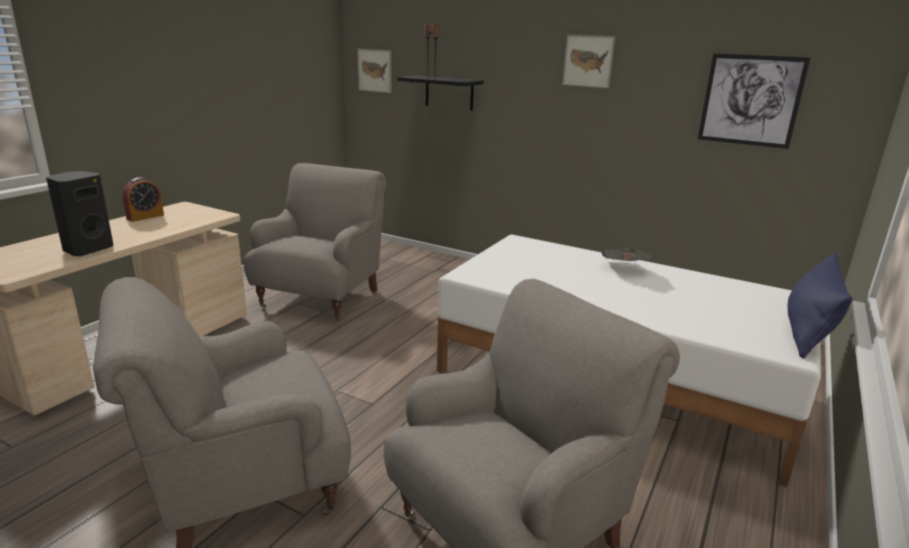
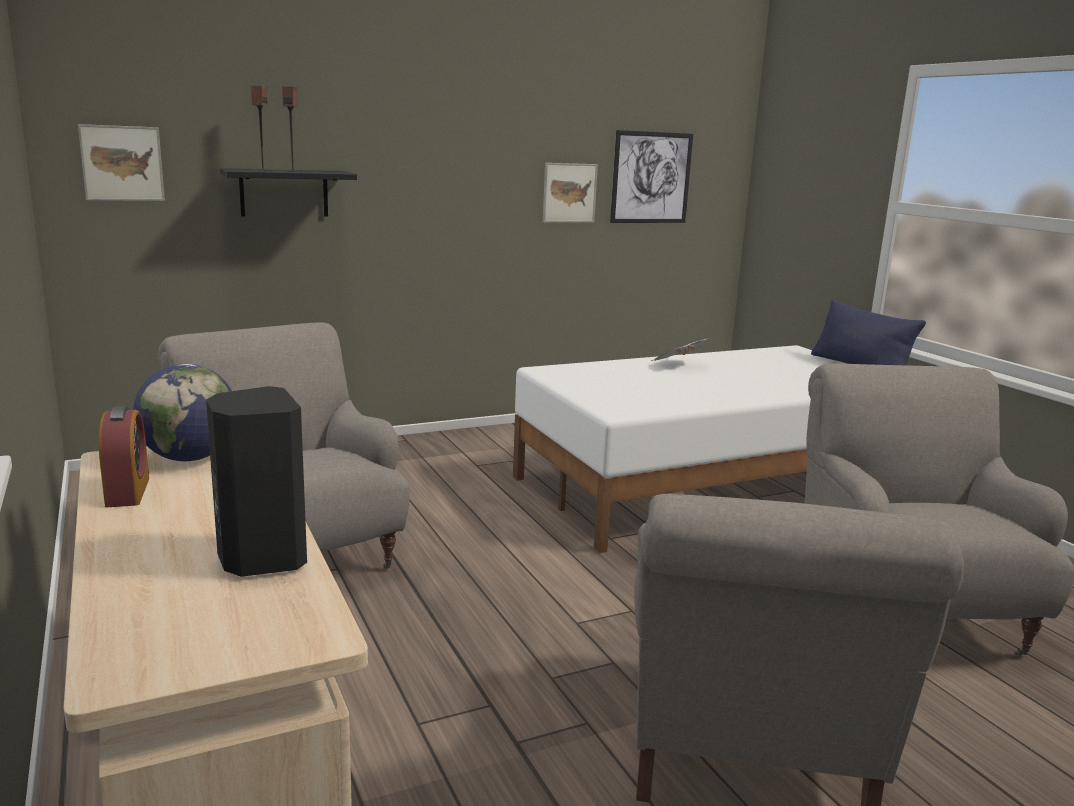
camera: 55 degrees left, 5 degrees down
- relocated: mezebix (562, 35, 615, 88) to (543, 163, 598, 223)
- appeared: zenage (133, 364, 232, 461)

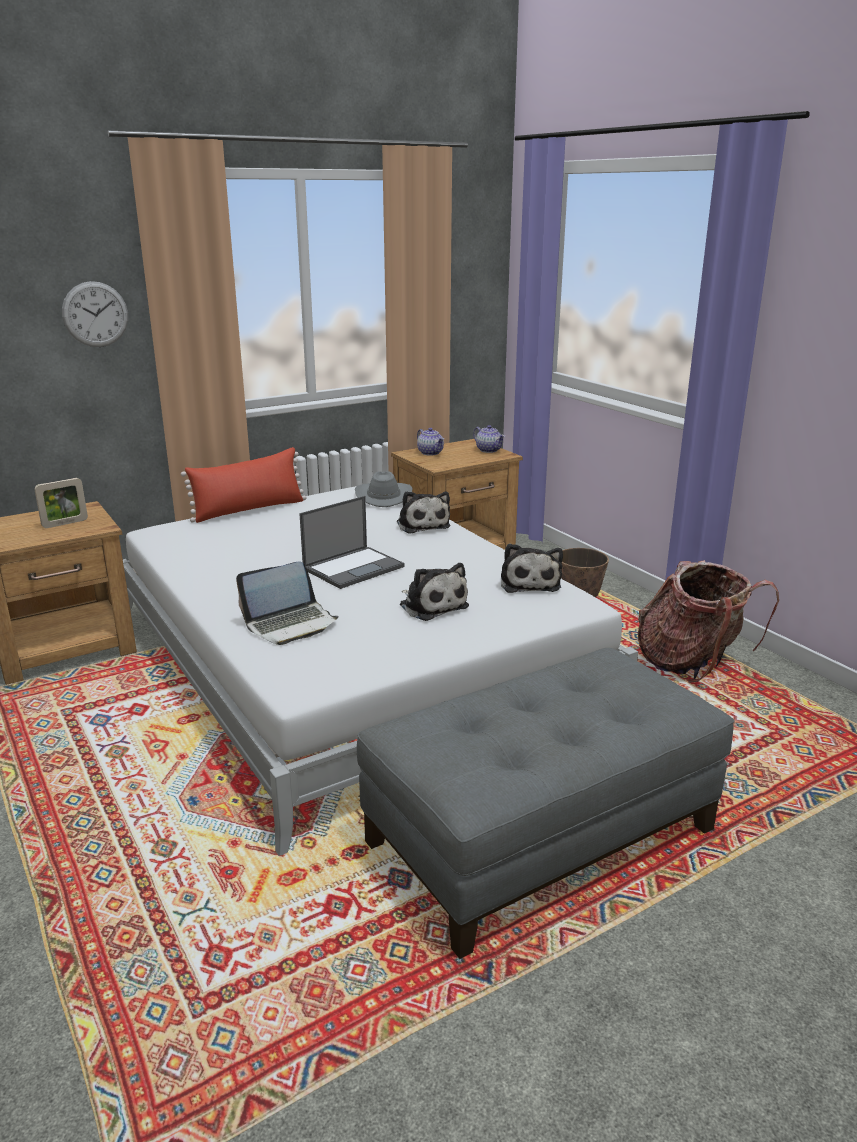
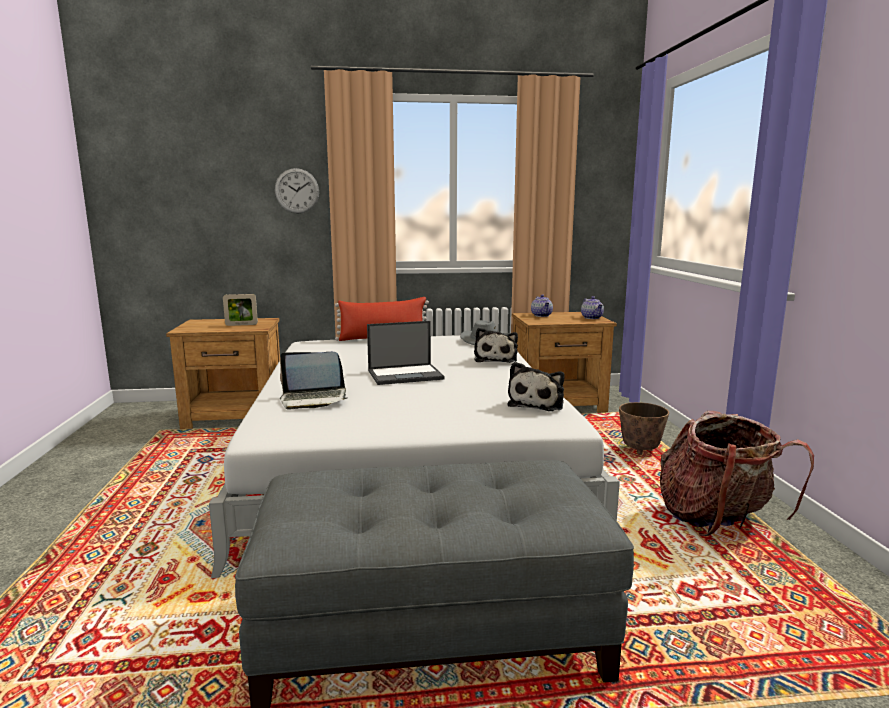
camera: 25 degrees right, 10 degrees down
- missing: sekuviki (400, 563, 469, 621)

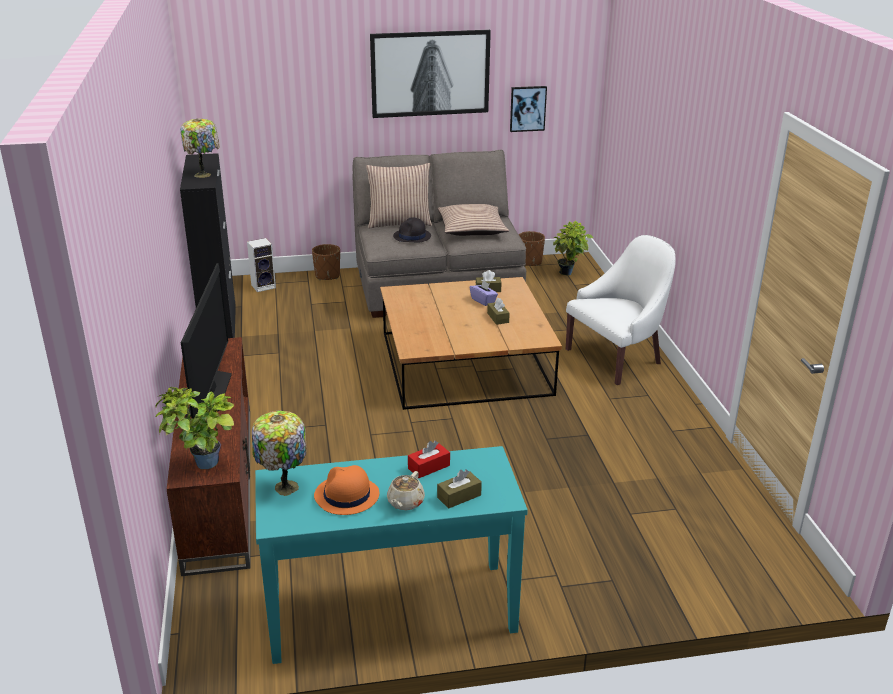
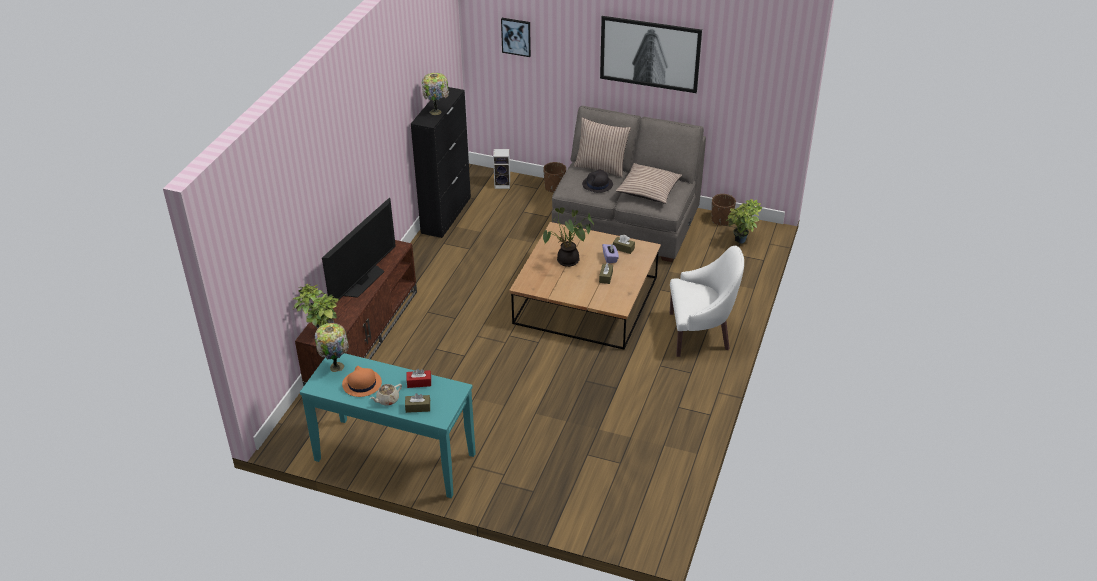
camera: 30 degrees right, 10 degrees up
- relocated: mezebix (510, 86, 547, 132) to (501, 18, 531, 57)
- appeared: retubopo (543, 207, 594, 267)

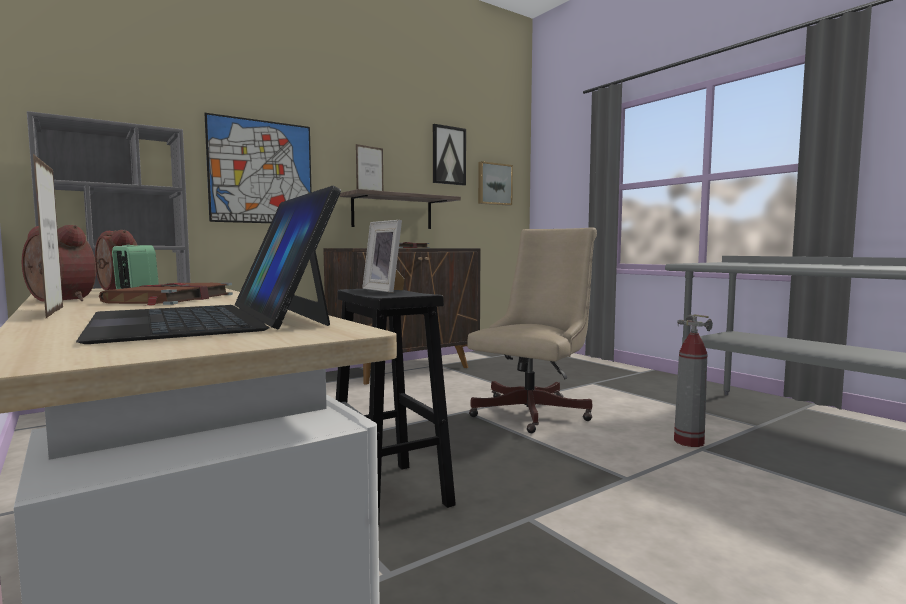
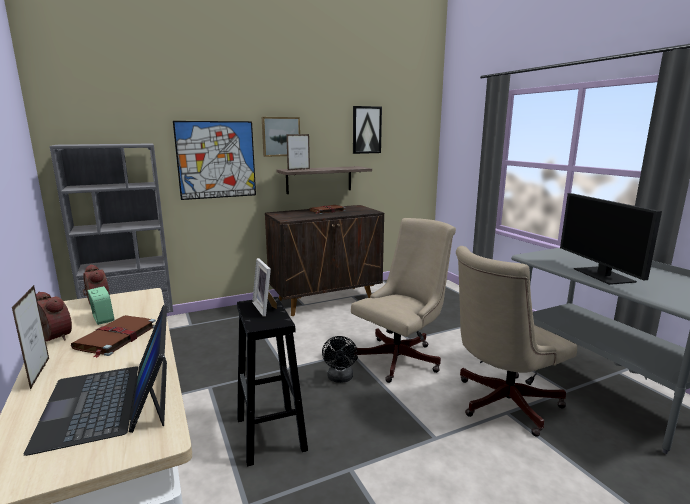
camera: 10 degrees right, 10 degrees up
- relocated: mezebix (478, 161, 513, 206) to (262, 117, 300, 157)
- exchanged: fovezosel (674, 314, 713, 447) to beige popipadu (456, 246, 577, 437)
- appeared: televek (560, 193, 662, 285)
- appeared: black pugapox (322, 336, 358, 383)

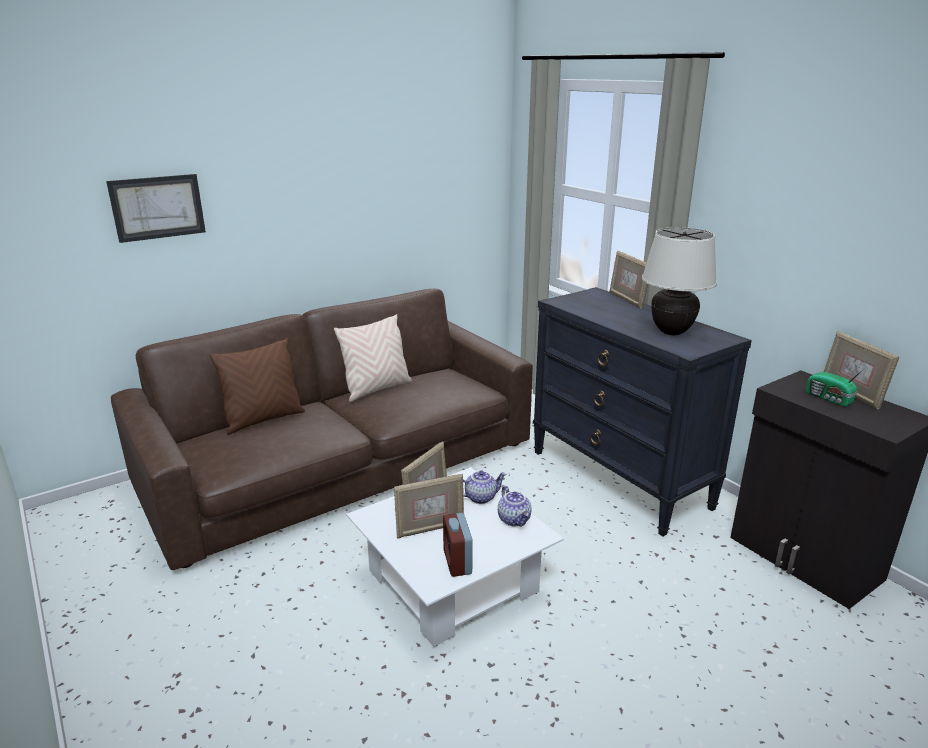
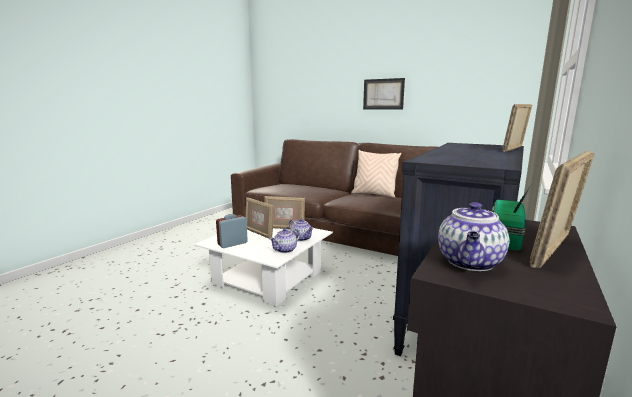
camera: 65 degrees right, 10 degrees down
- relocated: mezebix (106, 174, 206, 243) to (363, 78, 405, 110)
- missing: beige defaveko (642, 227, 717, 336)
- missing: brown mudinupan (209, 338, 305, 435)
- appeared: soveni (438, 202, 509, 271)

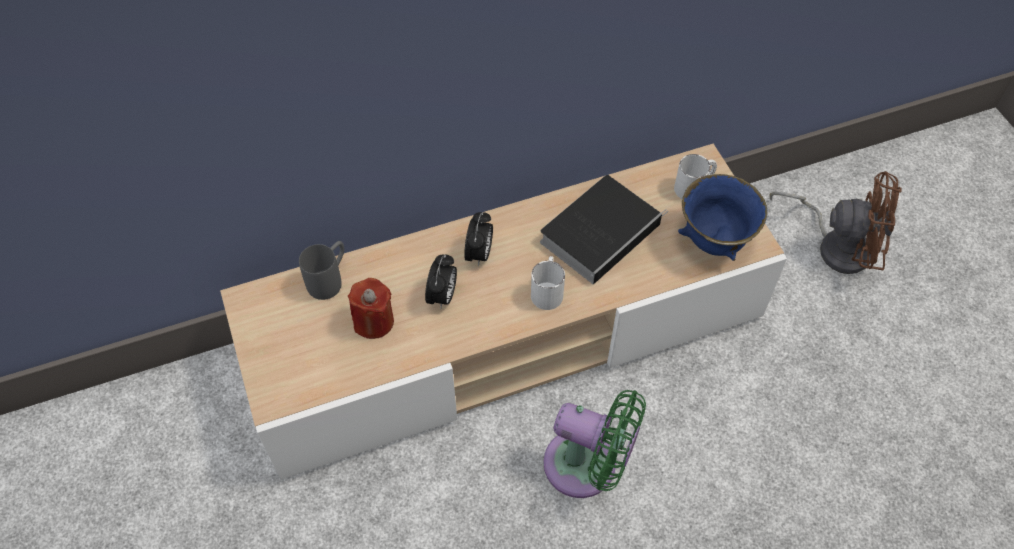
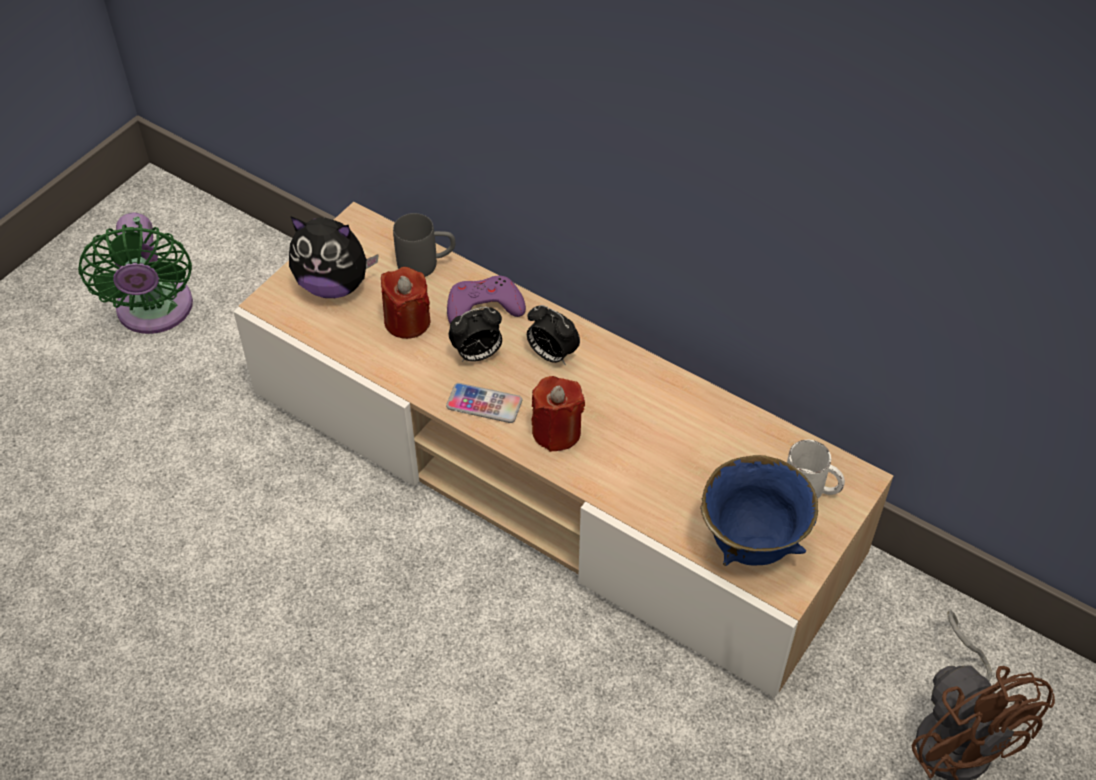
camera: 55 degrees right, 5 degrees down
- missing: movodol (540, 175, 668, 285)
- spun: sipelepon (464, 212, 493, 267) = (527, 305, 580, 365) 60 degrees clockwise
- exchanged: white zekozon (531, 256, 565, 310) to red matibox (532, 376, 585, 452)
- relocated: green pugapox (543, 390, 646, 498) to (78, 213, 193, 334)
- appeared: sekuviki (289, 216, 379, 298)
- appeared: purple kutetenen (447, 276, 526, 324)
- appeared: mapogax (446, 383, 522, 423)

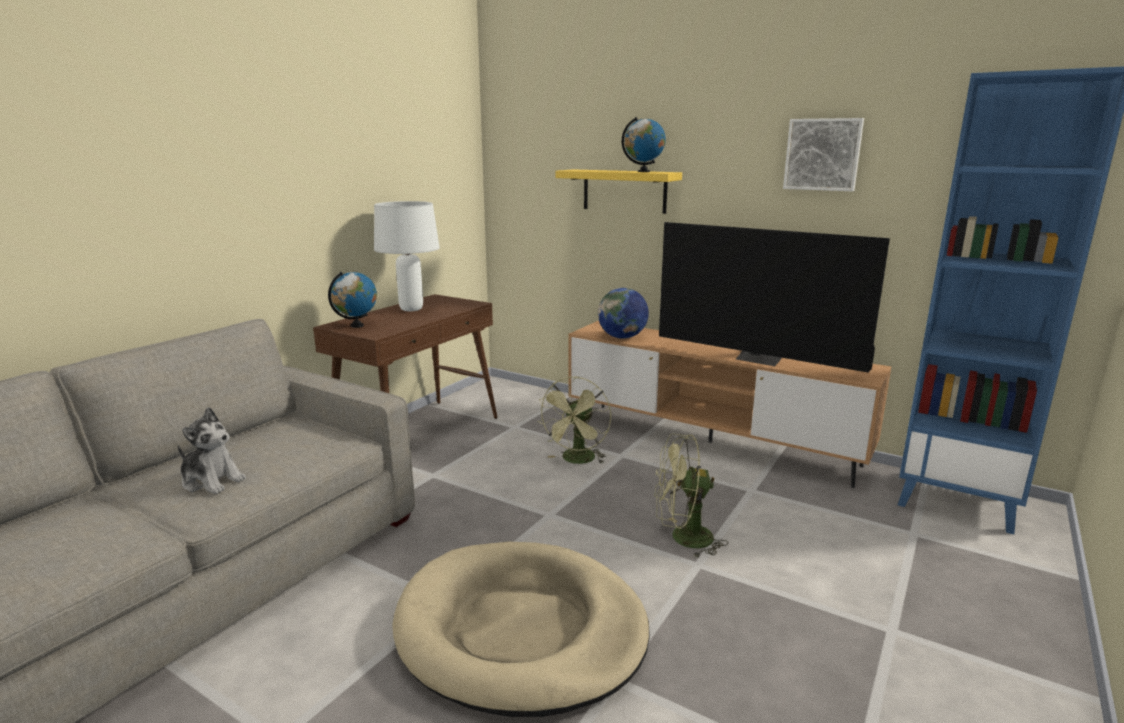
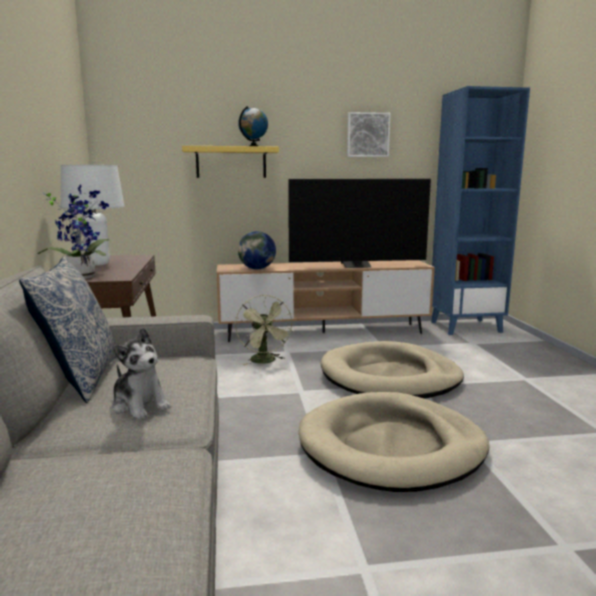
camera: 40 degrees left, 5 degrees down
- exchanged: zenage (328, 272, 377, 328) to retubopo (38, 185, 110, 279)
- spun: sekuviki (178, 407, 246, 494) = (112, 328, 171, 420) 60 degrees clockwise
- exchanged: green pugapox (654, 433, 728, 558) to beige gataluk (320, 341, 464, 399)
- appeared: mudinupan (19, 256, 117, 403)

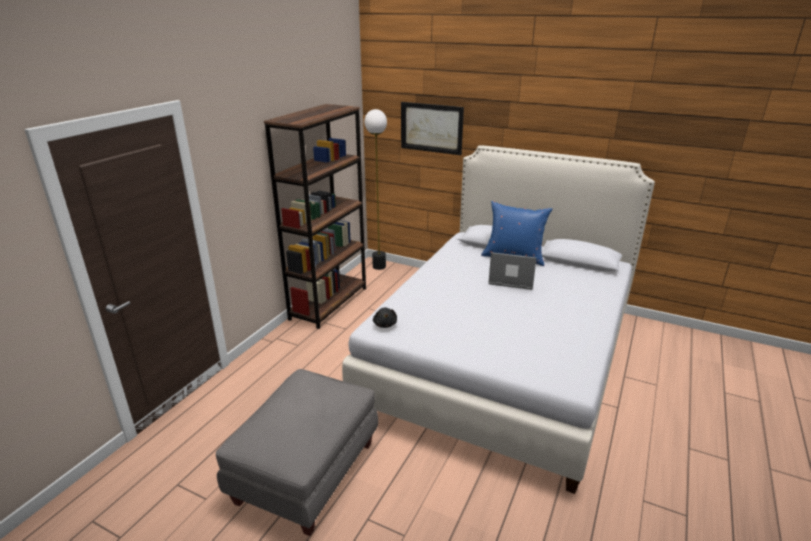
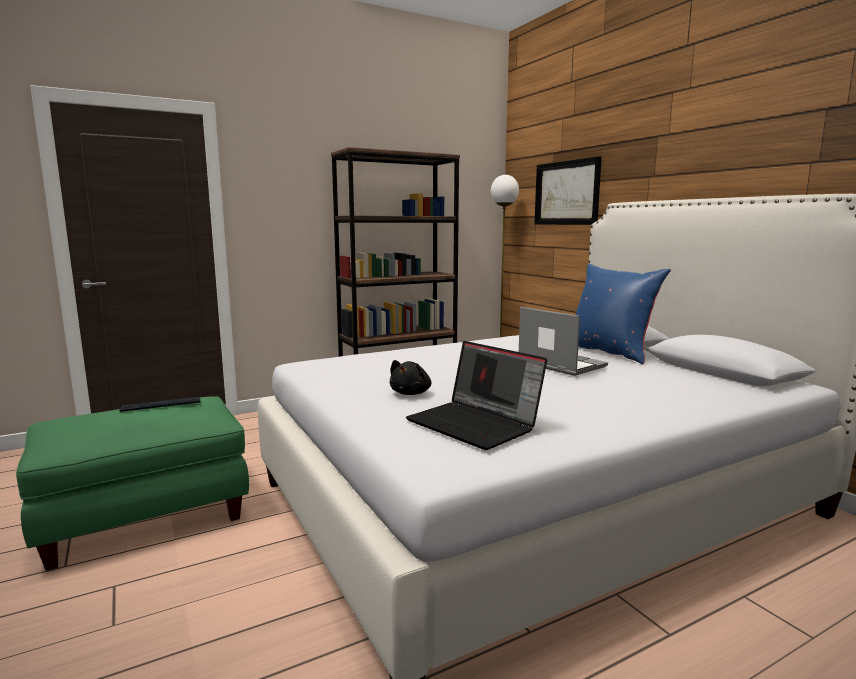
camera: 35 degrees right, 15 degrees down
- relocated: black sekuviki (373, 308, 397, 328) to (390, 360, 431, 395)
- colour: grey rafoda (216, 369, 378, 536) to green rafoda (16, 396, 249, 571)
- appeared: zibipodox (406, 341, 547, 450)
- appeared: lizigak (120, 397, 200, 412)

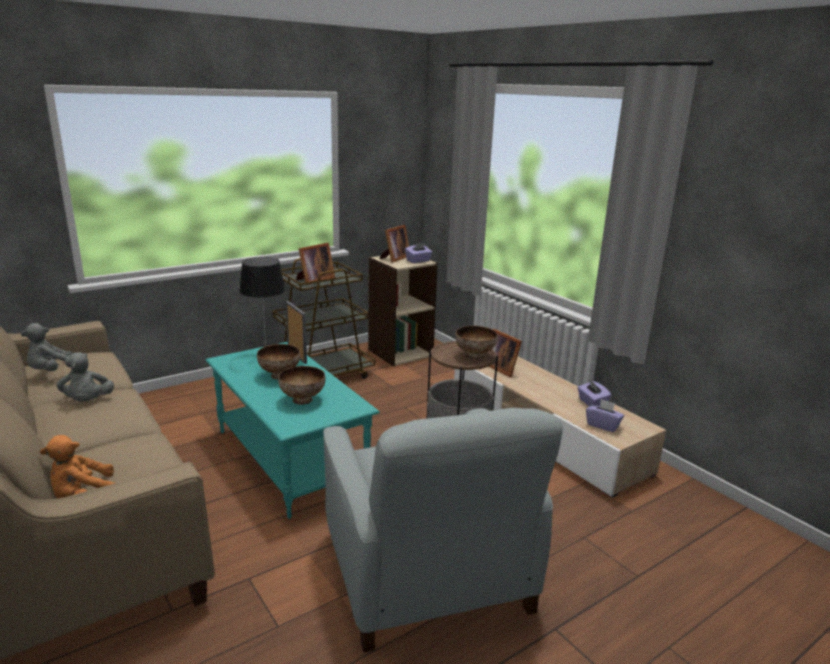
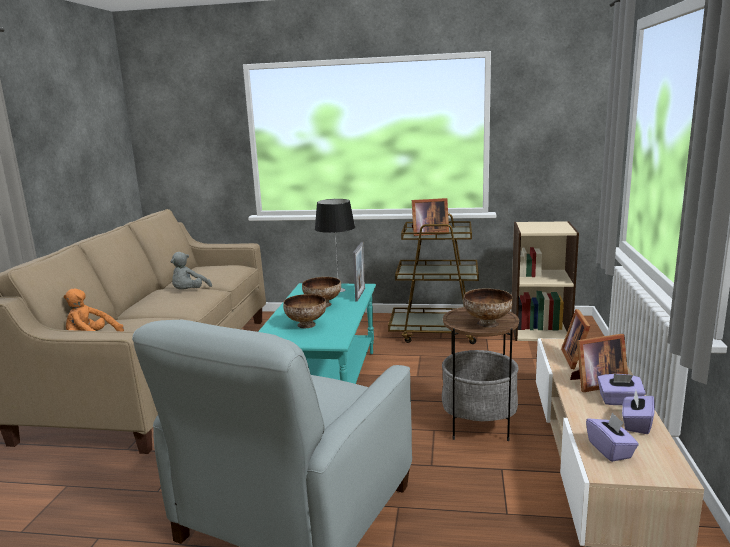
camera: 45 degrees right, 5 degrees down
- relocated: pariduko (380, 225, 409, 262) to (570, 334, 628, 392)
- relocated: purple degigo (405, 243, 432, 263) to (597, 374, 646, 405)
- missing: grey sekuviki (21, 323, 73, 371)

